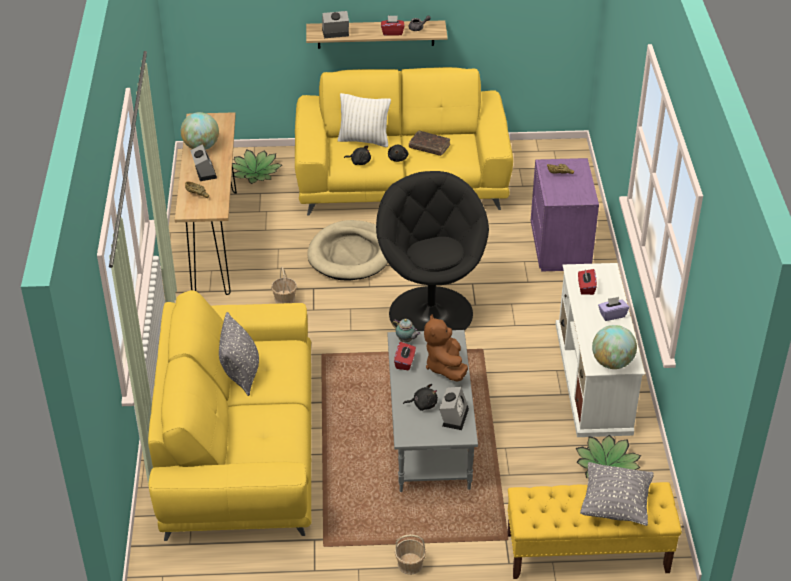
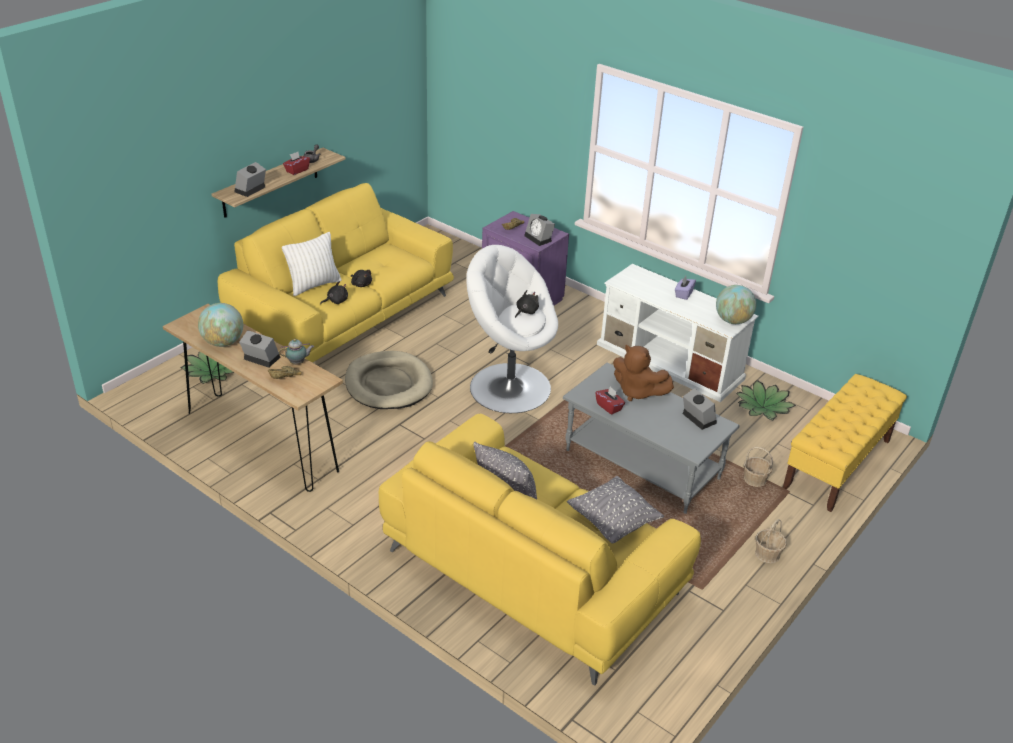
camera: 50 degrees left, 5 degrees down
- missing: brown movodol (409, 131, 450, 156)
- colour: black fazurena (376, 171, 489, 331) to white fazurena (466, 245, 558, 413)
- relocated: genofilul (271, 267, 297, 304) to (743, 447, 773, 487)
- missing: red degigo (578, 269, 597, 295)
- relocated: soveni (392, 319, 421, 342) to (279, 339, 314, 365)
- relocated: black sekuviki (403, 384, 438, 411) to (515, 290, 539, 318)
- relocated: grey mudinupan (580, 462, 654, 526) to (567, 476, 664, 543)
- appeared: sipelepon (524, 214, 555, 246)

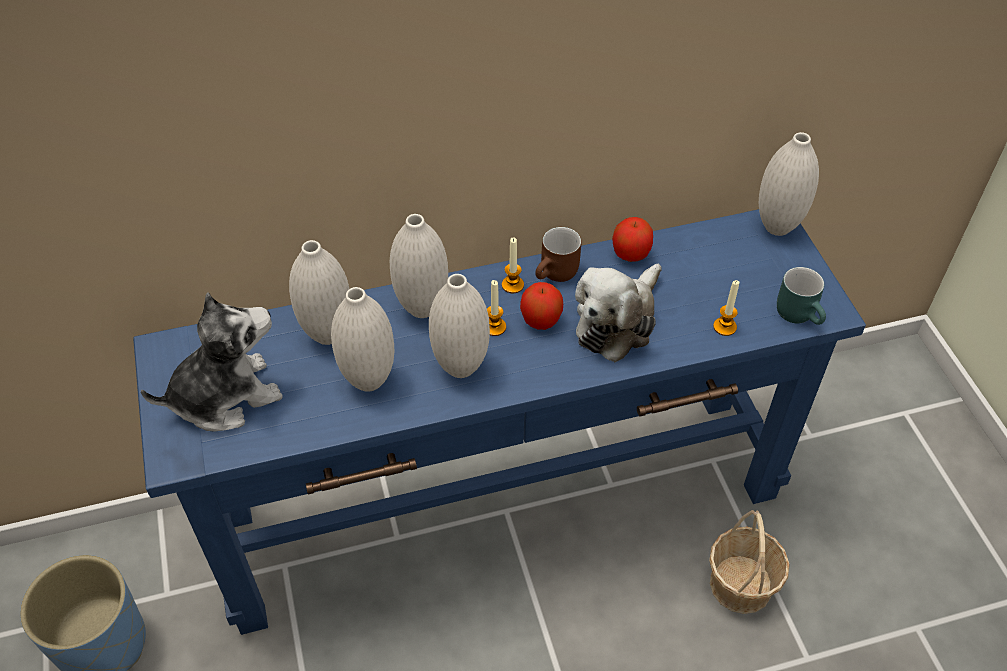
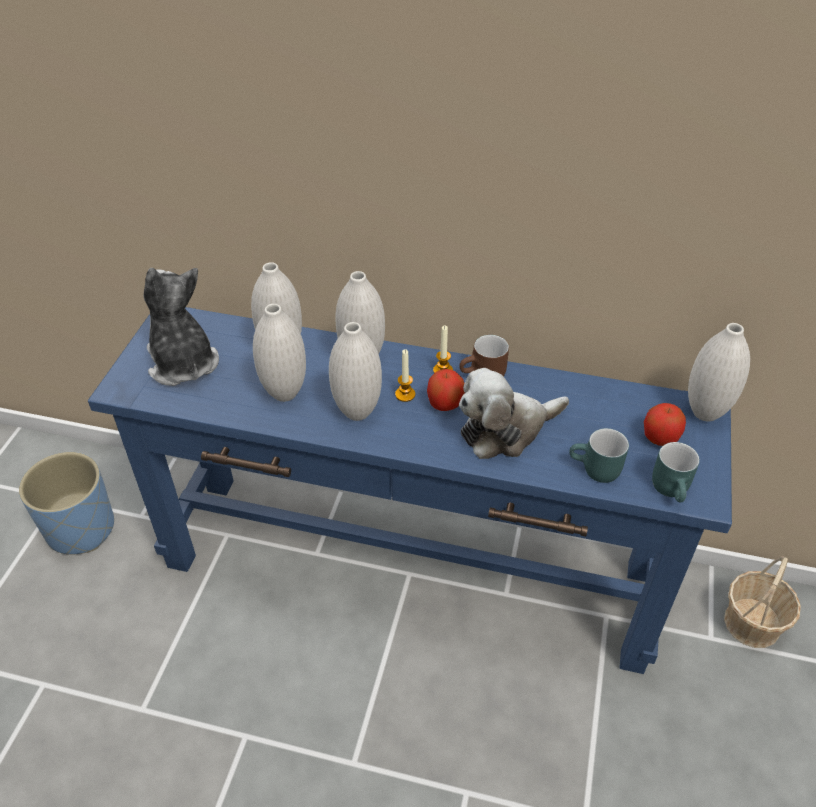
camera: 30 degrees right, 5 degrees down
- relocated: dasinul (612, 217, 653, 262) to (644, 403, 686, 446)
- exchanged: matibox (713, 280, 740, 336) to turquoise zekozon (569, 428, 629, 483)
- spun: sekuviki (141, 292, 283, 432) = (144, 268, 219, 386) 120 degrees counterclockwise
- relocated: genofilul (709, 510, 790, 614) to (724, 556, 801, 648)

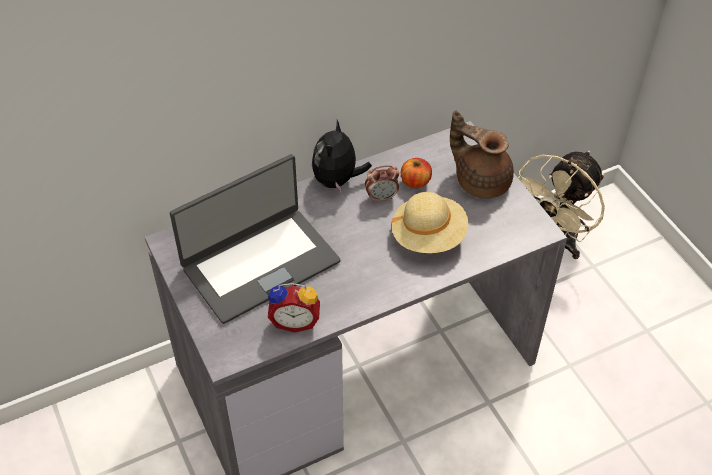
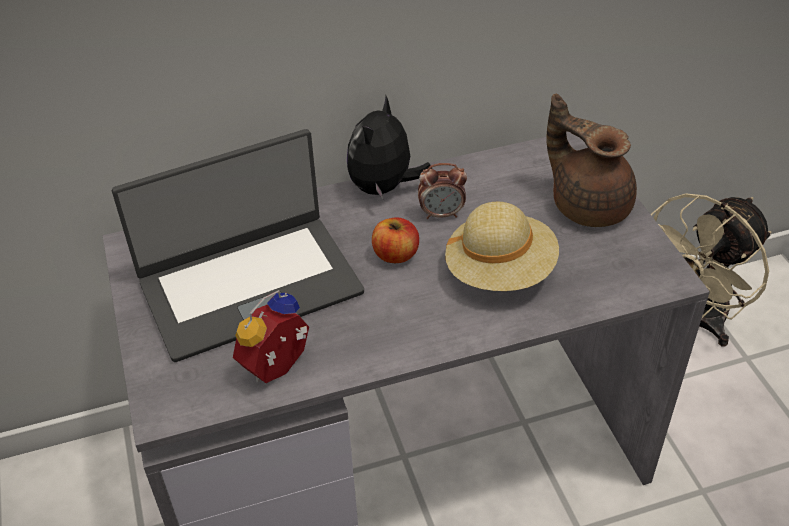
camera: 10 degrees right, 5 degrees down
- relocated: dasinul (401, 158, 432, 188) to (372, 217, 419, 263)
- spun: sipelepon (268, 283, 320, 333) = (233, 290, 309, 383) 120 degrees clockwise

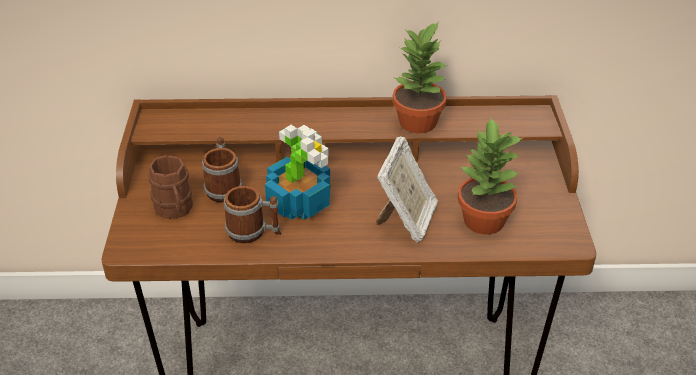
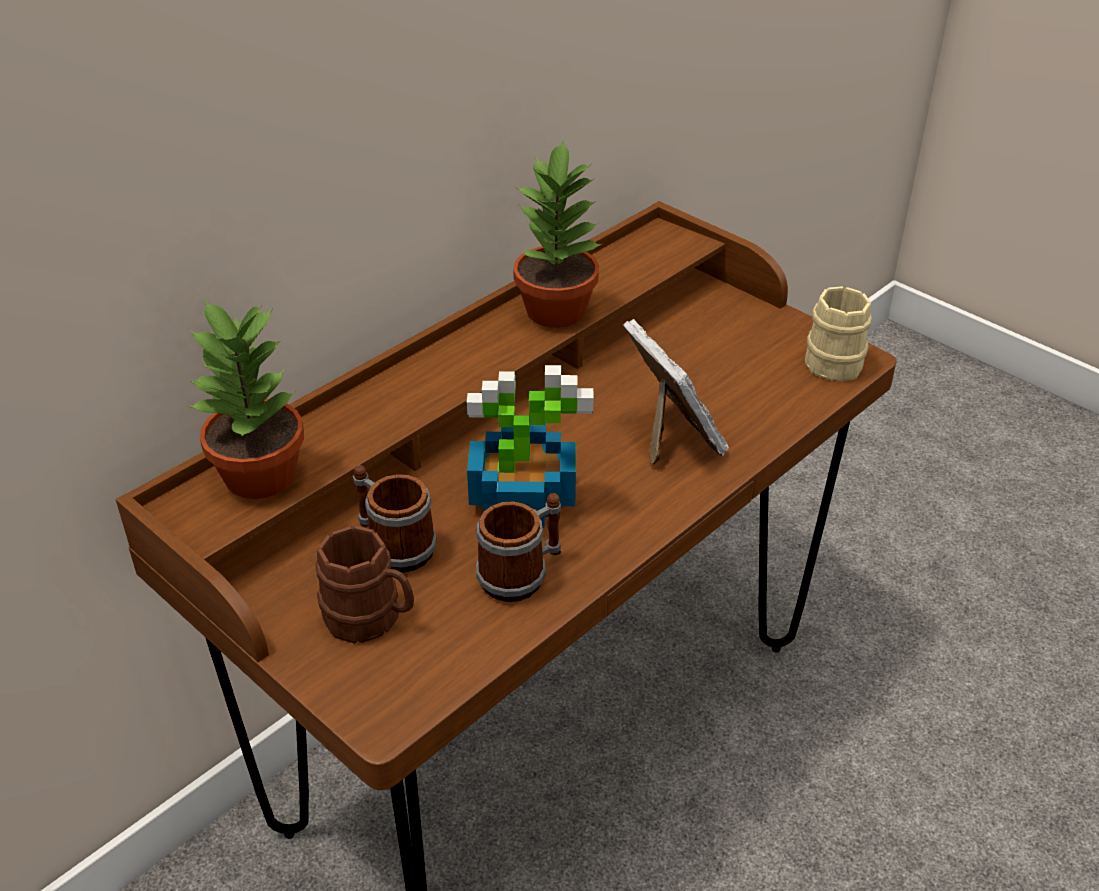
camera: 45 degrees left, 0 degrees up
- relocated: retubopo (458, 117, 524, 234) to (188, 300, 304, 499)
- appeared: beige zekozon (805, 286, 872, 382)

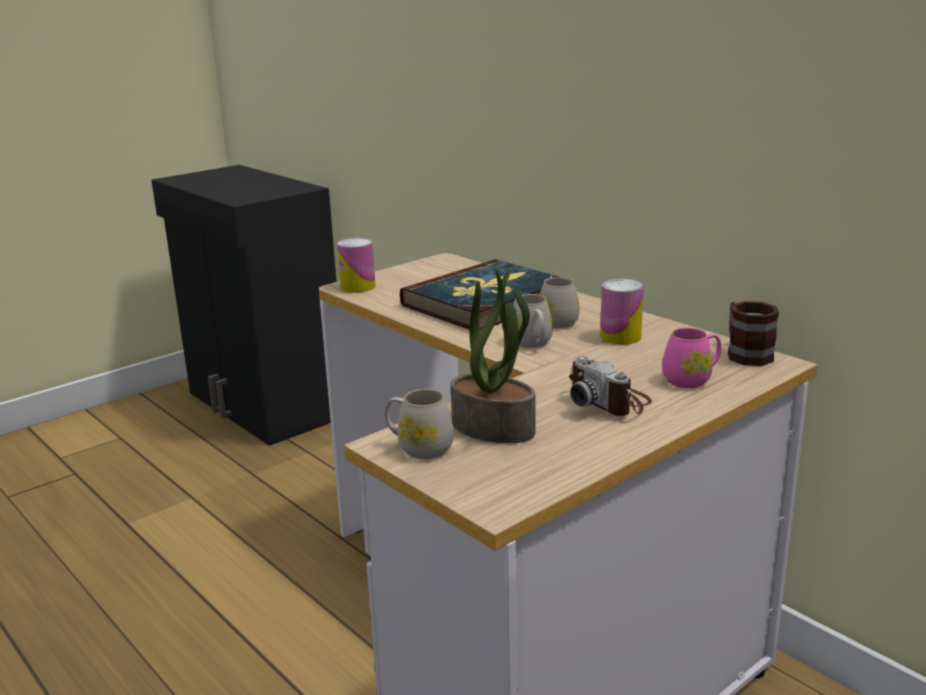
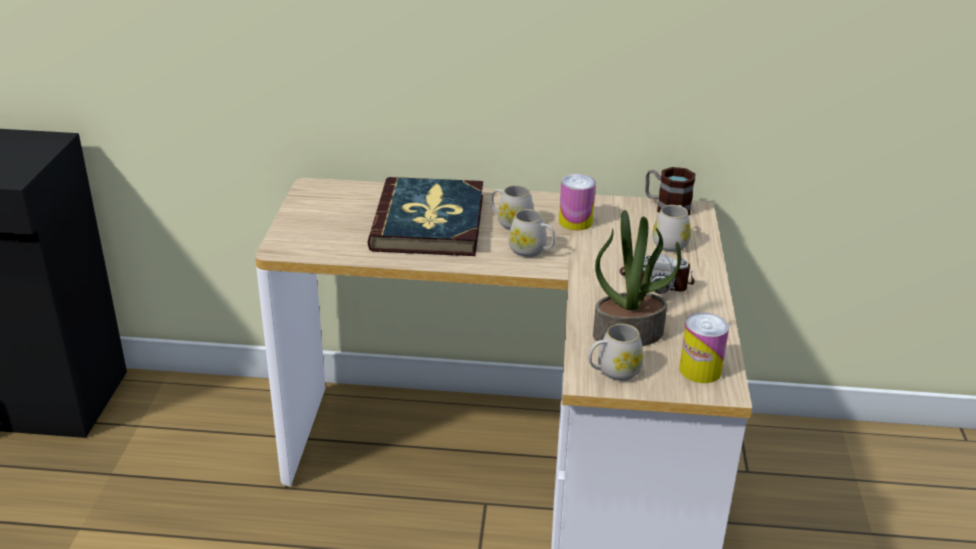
camera: 45 degrees left, 10 degrees up
- relocated: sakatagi (337, 238, 375, 293) to (679, 312, 729, 383)
- colour: pink zekozon (662, 328, 721, 388) to white zekozon (652, 205, 691, 252)

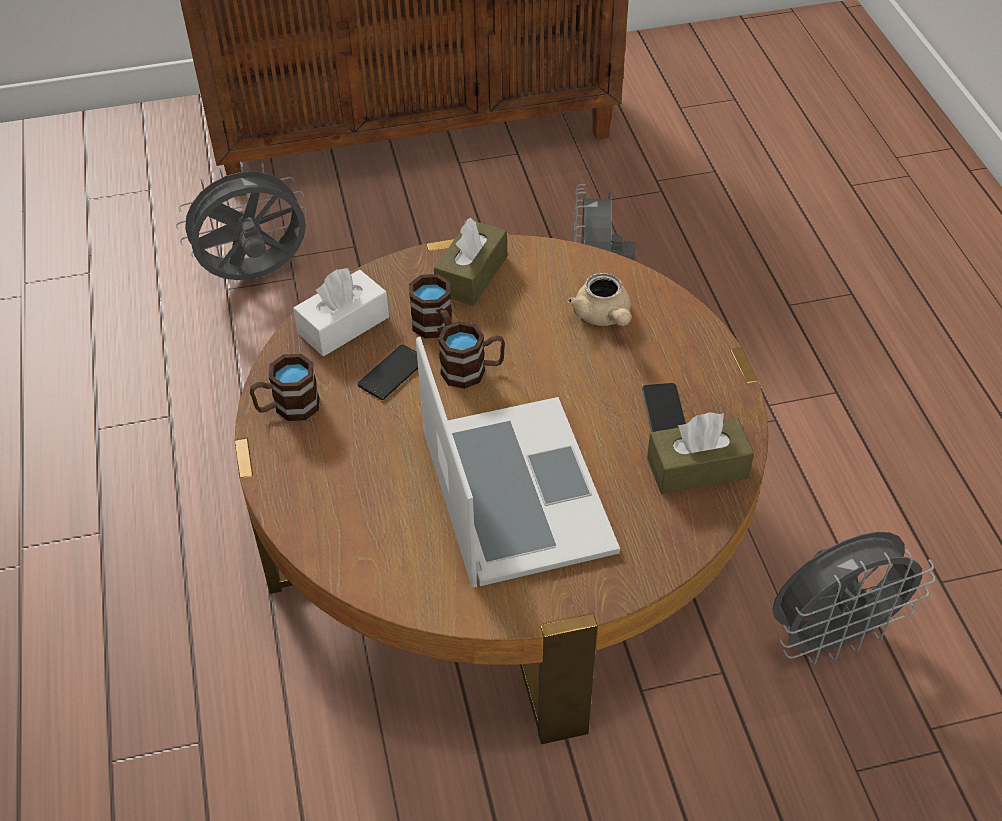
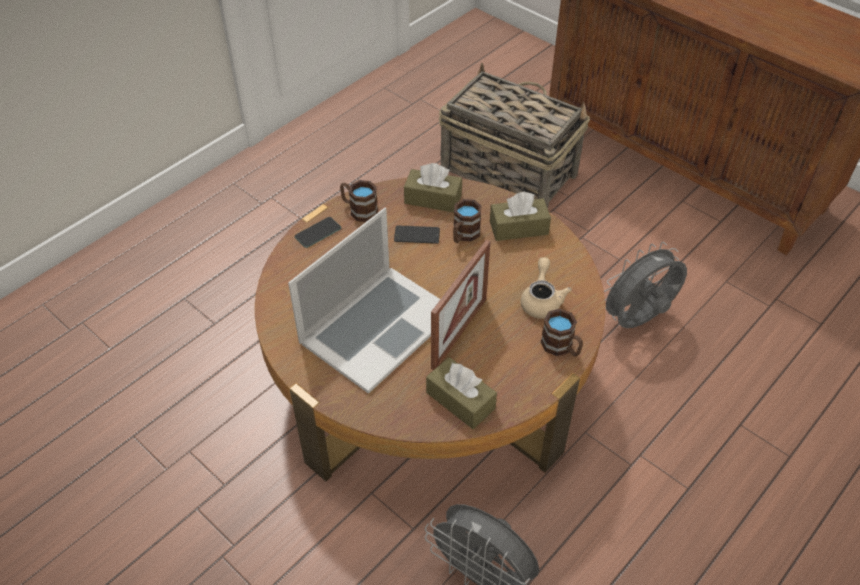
camera: 55 degrees right, 0 degrees up
- exchanged: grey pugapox (176, 162, 307, 280) to genofilul (439, 63, 590, 208)
- colour: white degigo (293, 268, 389, 356) to brown degigo (404, 163, 462, 212)
- spun: beige soveni (568, 273, 631, 326) = (521, 257, 572, 319) 150 degrees clockwise
- relocated: brown zekozon (438, 321, 505, 389) to (541, 308, 583, 357)
- relocated: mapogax (642, 383, 686, 432) to (295, 217, 341, 248)
- appeared: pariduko (431, 240, 490, 370)

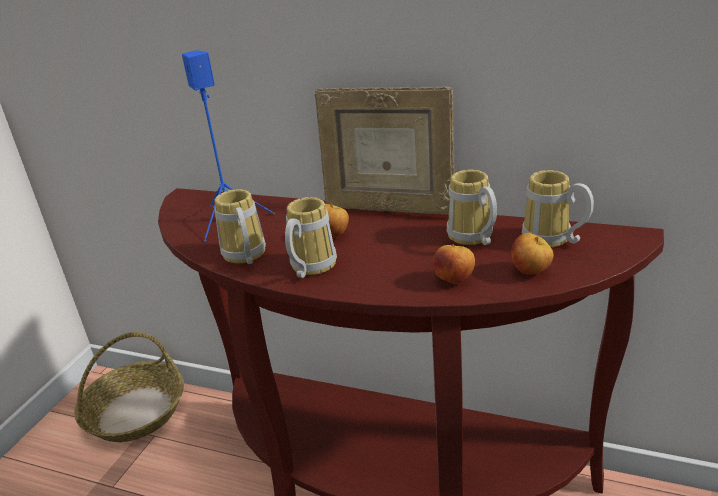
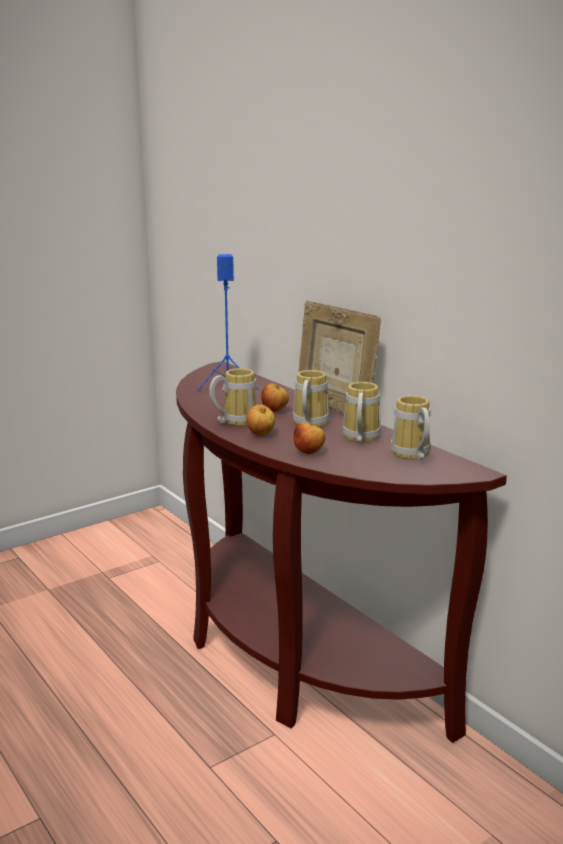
camera: 30 degrees right, 10 degrees down
- relocated: zekozon (214, 189, 266, 264) to (293, 370, 329, 427)
- relocated: dasinul (511, 233, 553, 275) to (246, 404, 275, 436)
- missing: genofilul (74, 332, 184, 442)

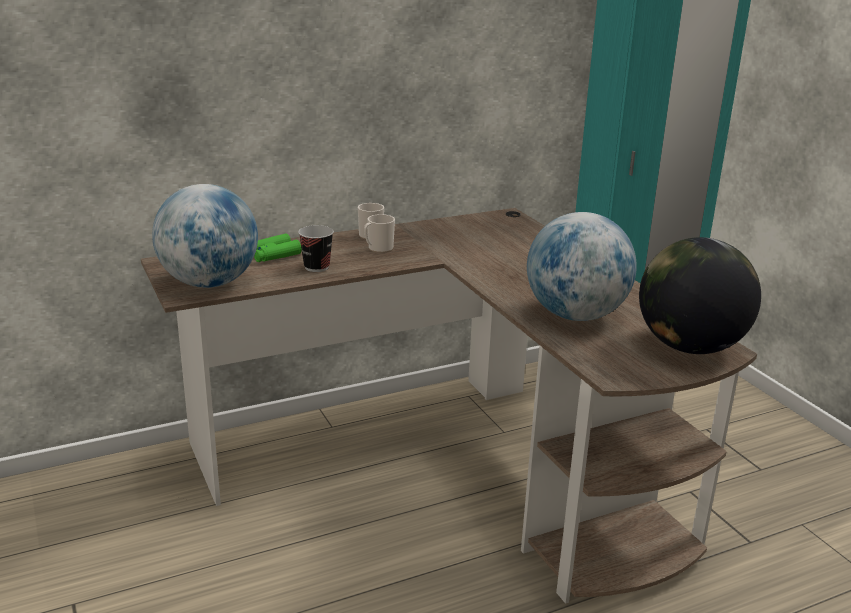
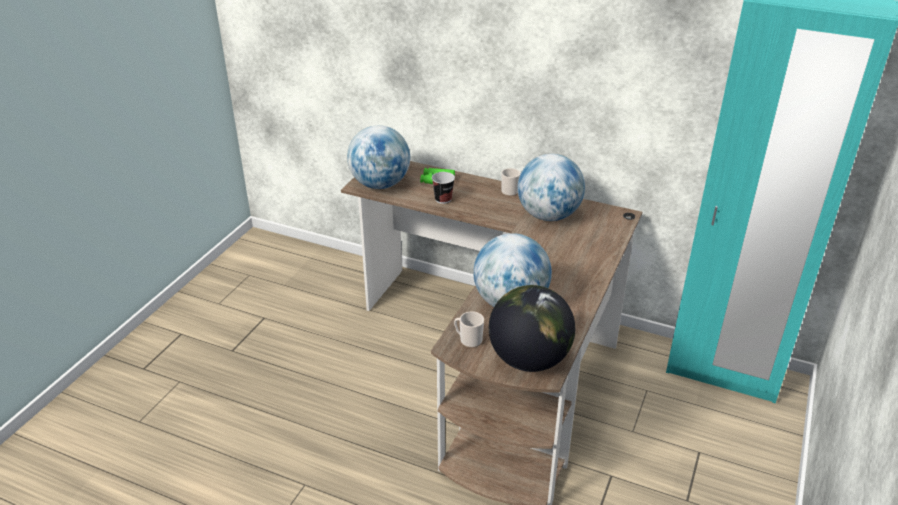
camera: 50 degrees right, 10 degrees up
- relocated: zekozon (364, 214, 395, 253) to (454, 311, 484, 348)
- appeared: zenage (518, 154, 585, 221)

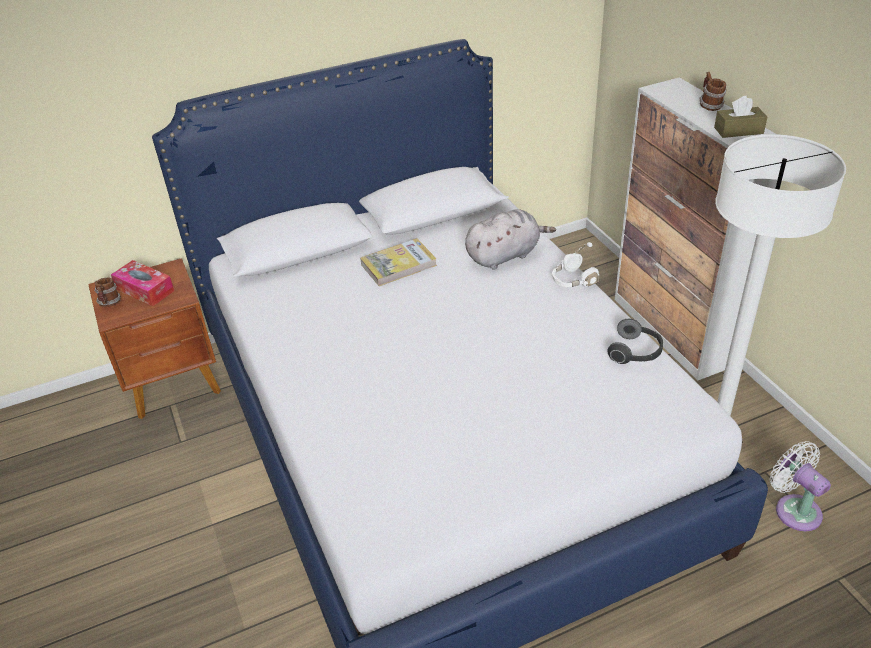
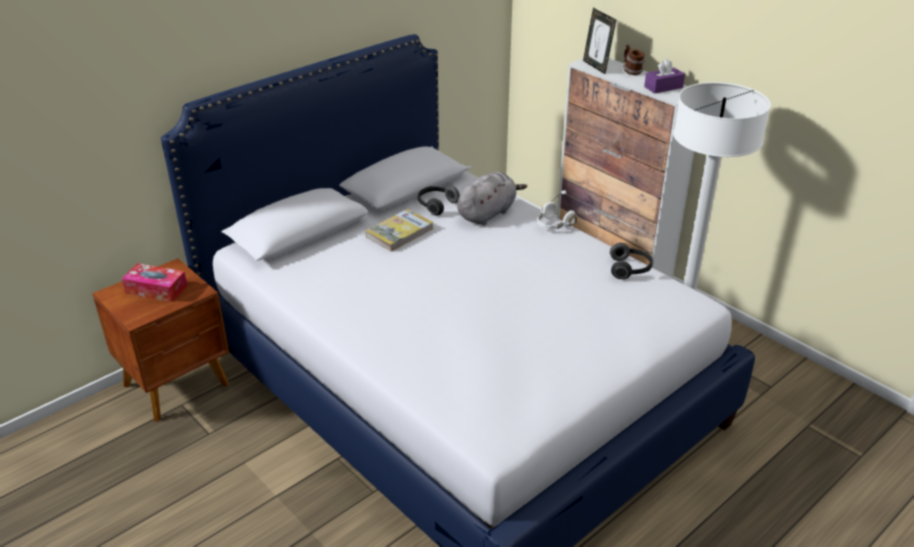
camera: 20 degrees left, 5 degrees down
- colour: brown degigo (714, 96, 767, 138) to purple degigo (644, 59, 685, 94)
- missing: zekozon (94, 278, 121, 307)
- missing: white pugapox (770, 441, 831, 531)
- appeared: pariduko (583, 8, 616, 74)
- appeared: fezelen (418, 186, 460, 216)

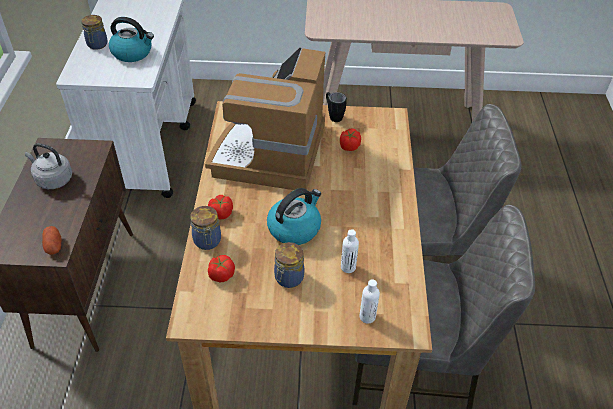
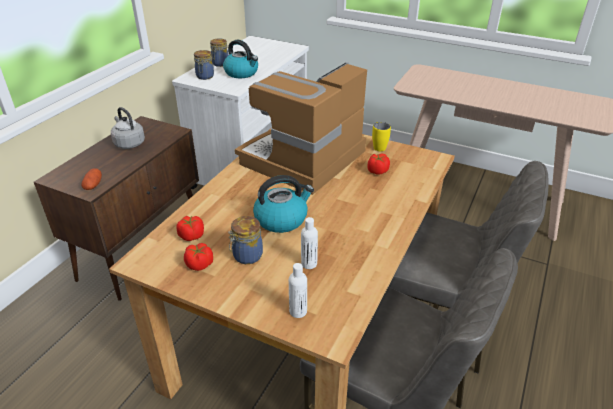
camera: 25 degrees right, 10 degrees down
- colour: black zekozon (326, 92, 347, 122) to yellow zekozon (372, 122, 391, 151)
- relocated: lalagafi (208, 195, 233, 219) to (184, 243, 213, 271)
- relocated: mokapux (190, 206, 221, 250) to (194, 50, 214, 80)

